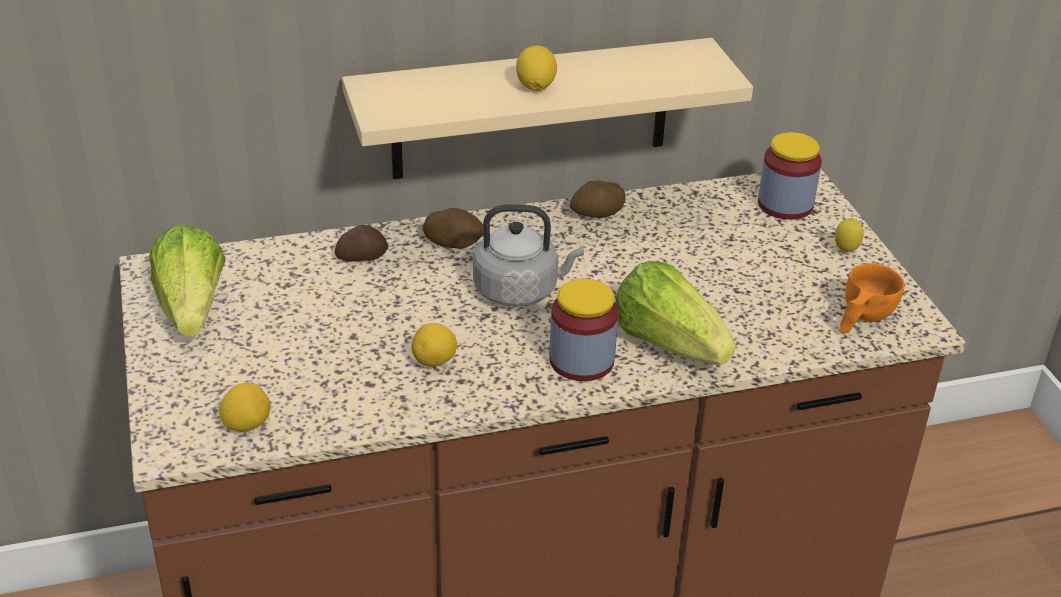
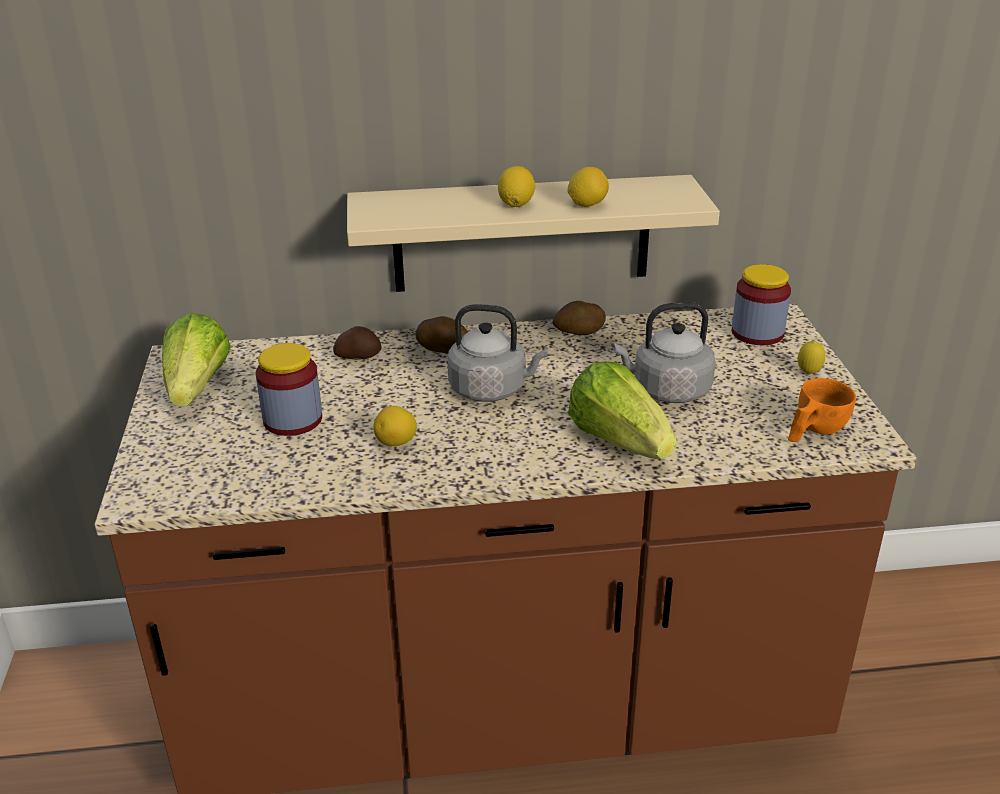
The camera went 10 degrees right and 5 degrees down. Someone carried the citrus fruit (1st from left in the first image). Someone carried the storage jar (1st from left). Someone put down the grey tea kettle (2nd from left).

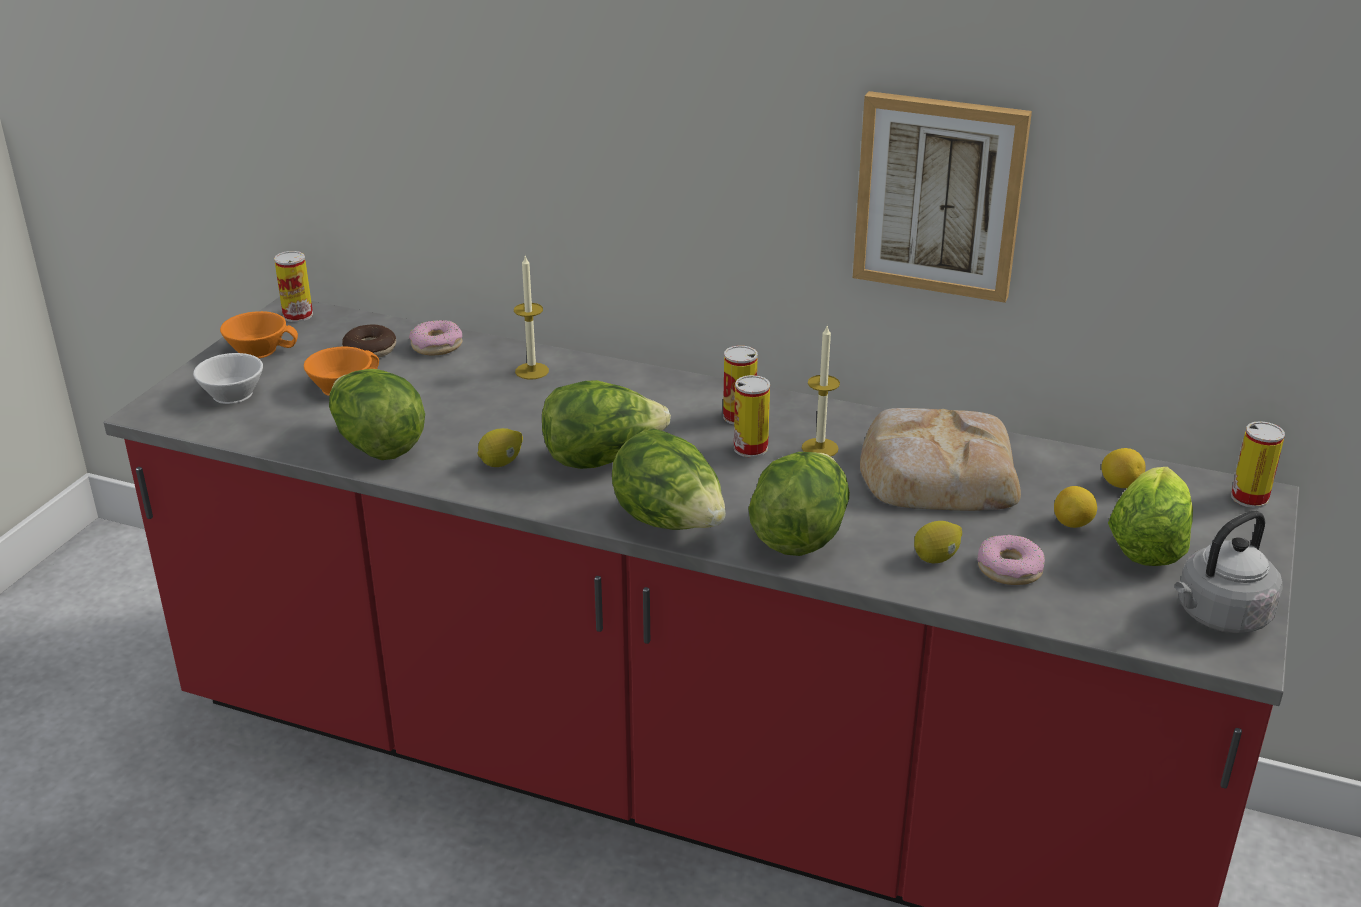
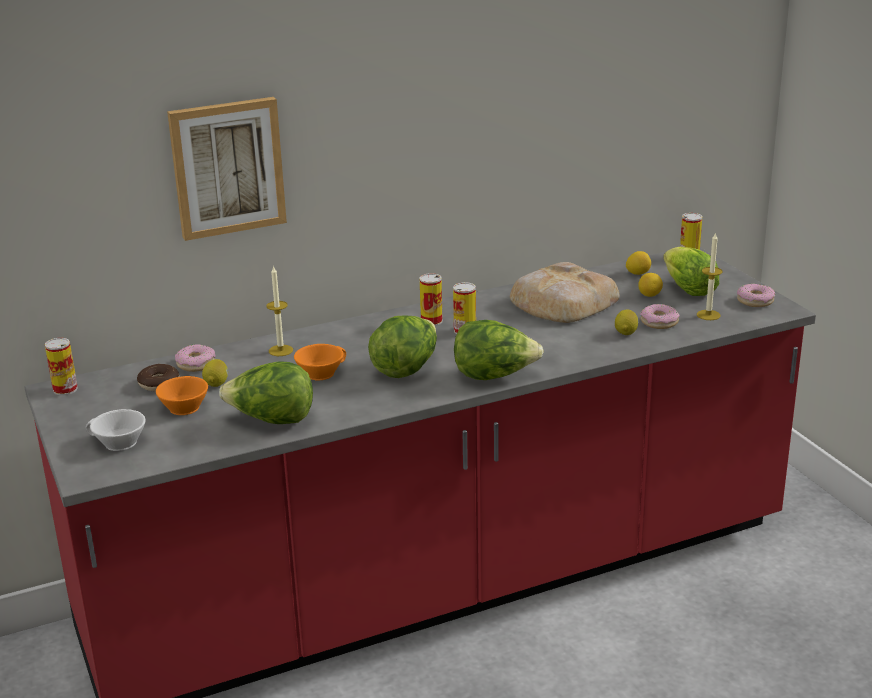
The camera went 45 degrees left and 5 degrees down. Someone carried the orange drinking cup (1st from left in the first image). Someone carried the citrus fruit (1st from left). Someone took away the lettuce head (4th from left). Someone carried the candle (2nd from left). Someone carried the wall picture. Someone swapped the grey tea kettle for the ring doughnut (4th from left).

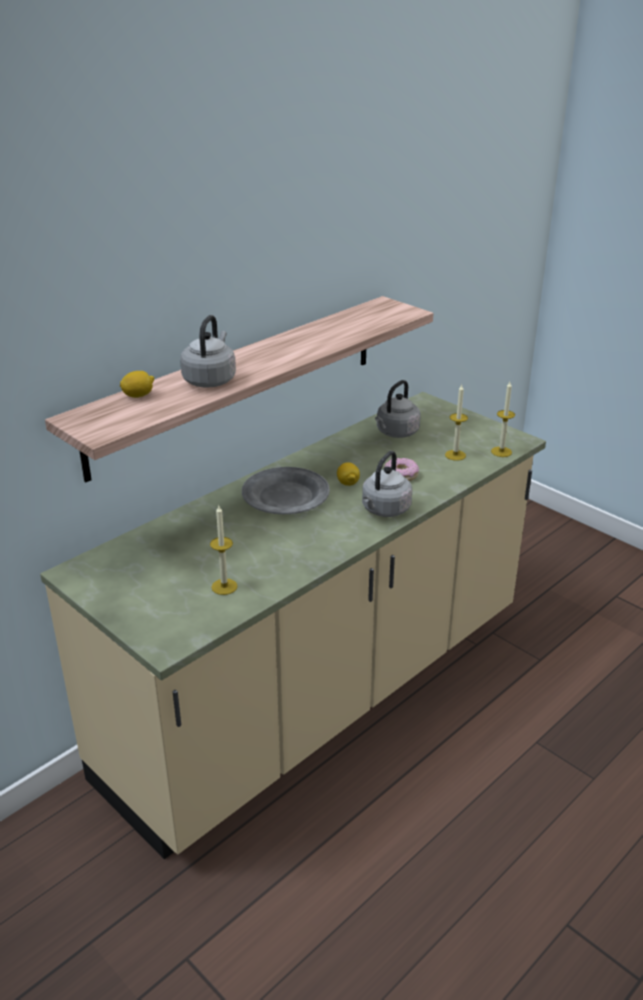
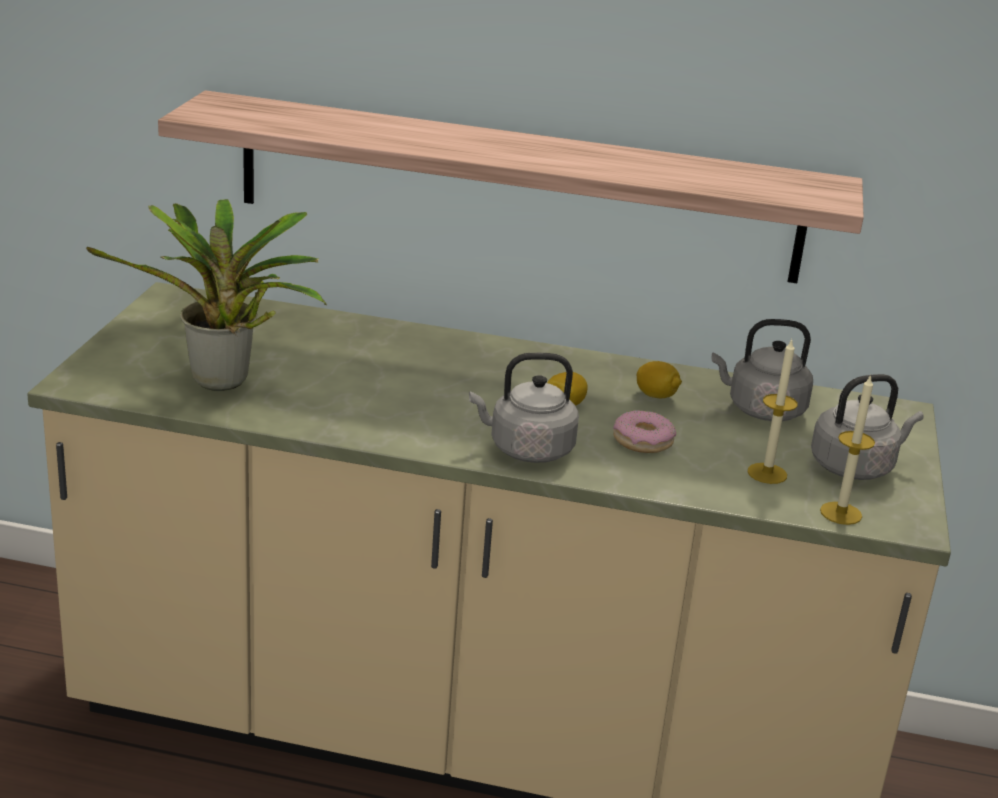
The camera went 55 degrees right and 5 degrees down. Someone carried the citrus fruit (1st from left in the first image). Someone carried the grey tea kettle (1st from left in the first image). Someone swapped the candle (1st from left) for the potted plant. Someone took away the grey plate.

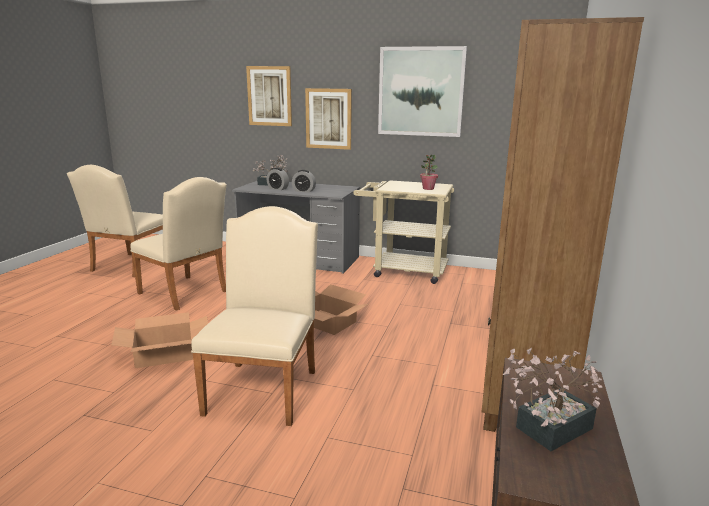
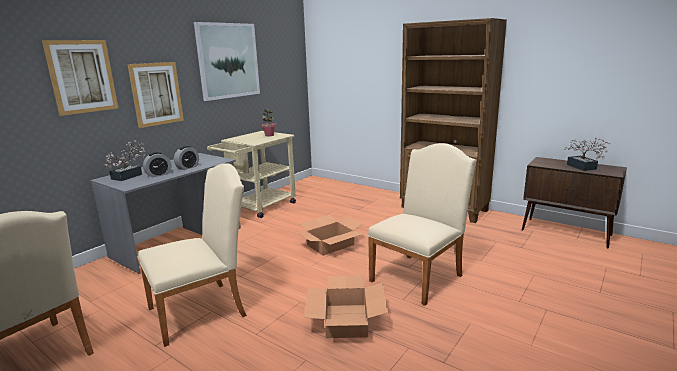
The camera went 70 degrees left and 0 degrees up. Someone rotated the beige-coloured plain chair (3rd from left) by 105 degrees clockwise.

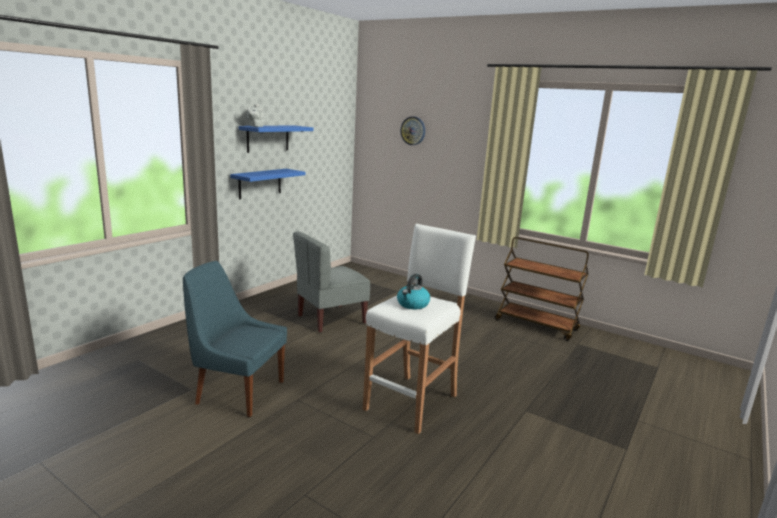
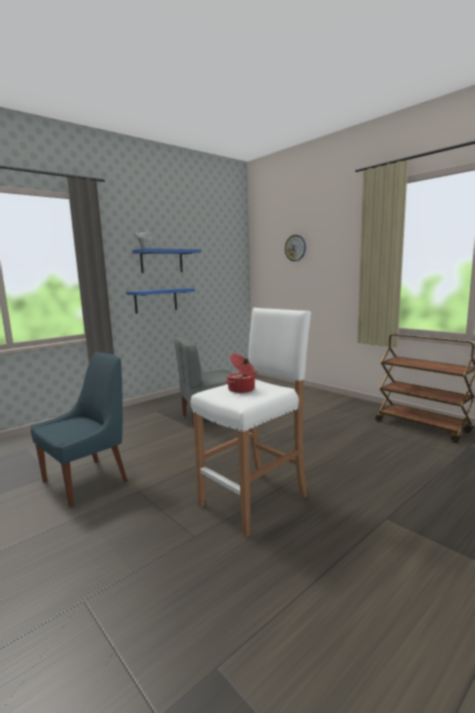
The camera went 15 degrees right and 5 degrees down. Someone rotated the blue-coloured plain chair by 105 degrees clockwise. Someone swapped the tea kettle for the cooking pot.

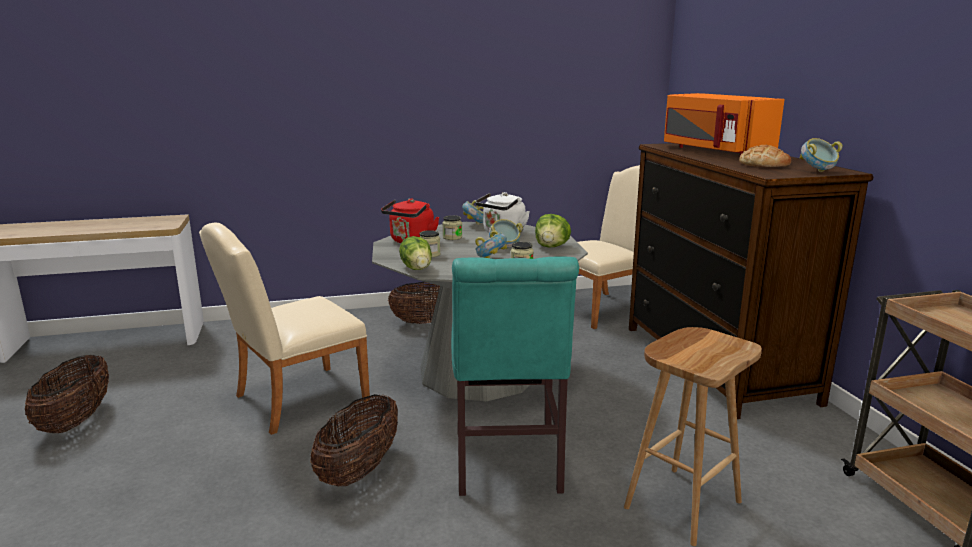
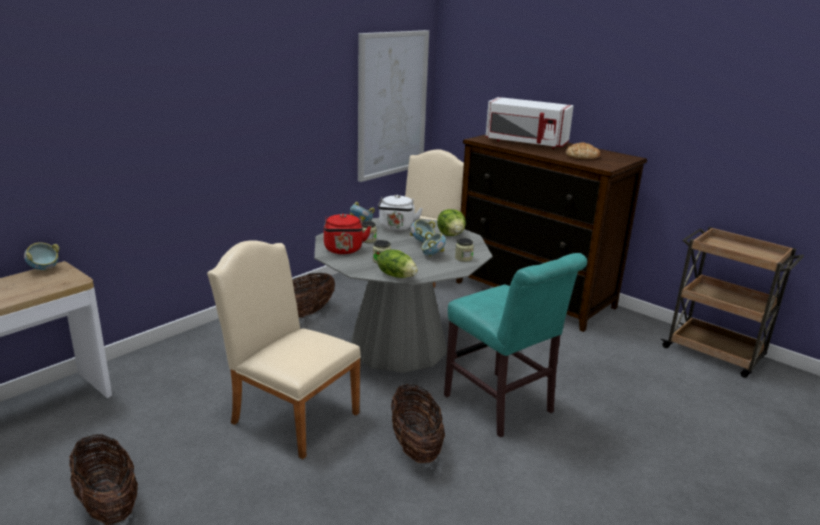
The camera went 35 degrees left and 5 degrees up. Someone rotated the beige-coloured plain chair (1st from left) by 105 degrees clockwise. Someone took away the brown-coloured sitting stool. Someone repainted the orange microwave, which became the whitish microwave. Someone carried the serving bowl (4th from left in the first image). Someone put up the wall picture.

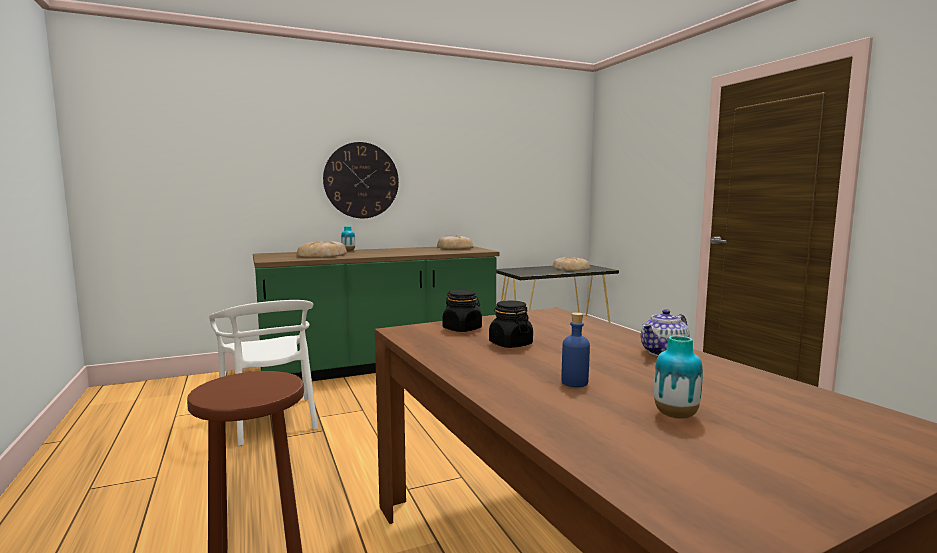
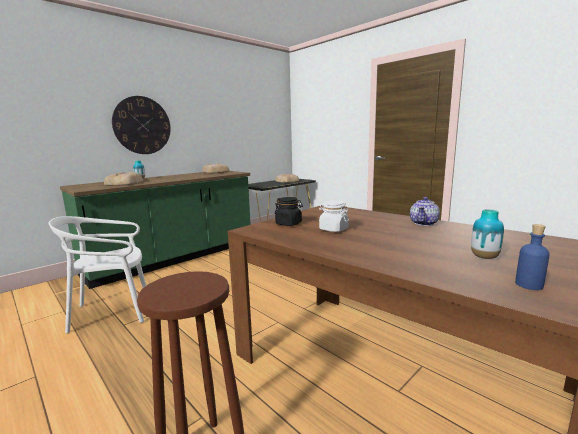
The camera went 20 degrees left and 5 degrees up. Someone rotated the whitish plain chair by 120 degrees clockwise. Someone repainted the blackish storage jar (2nd from left), which became the whitish storage jar. Someone carried the blue-coloured bottle.

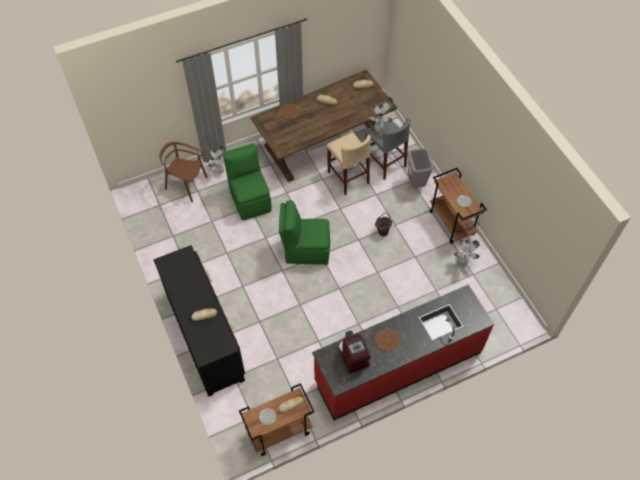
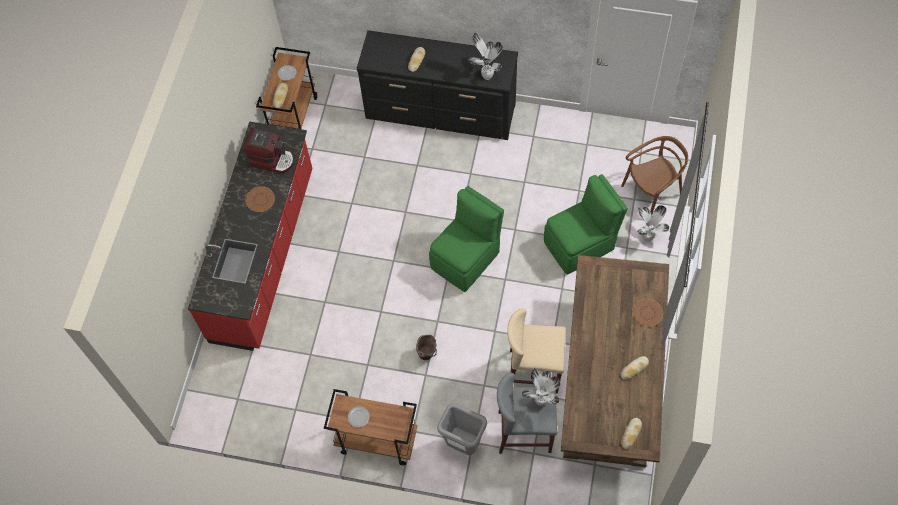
The camera went 130 degrees right and 5 degrees up. Someone rotated the green-coloured plain chair (1st from left in the first image) by 45 degrees counterclockwise. Someone carried the potted plant (3rd from left in the first image).

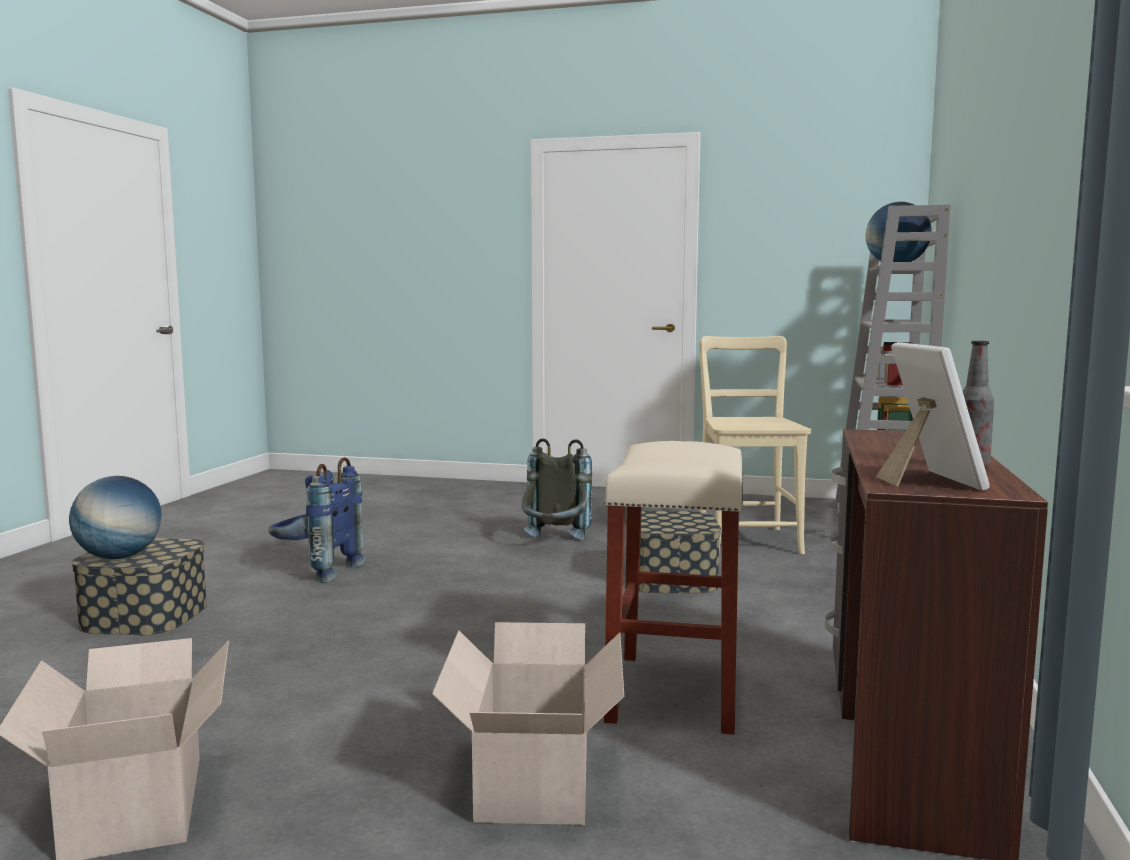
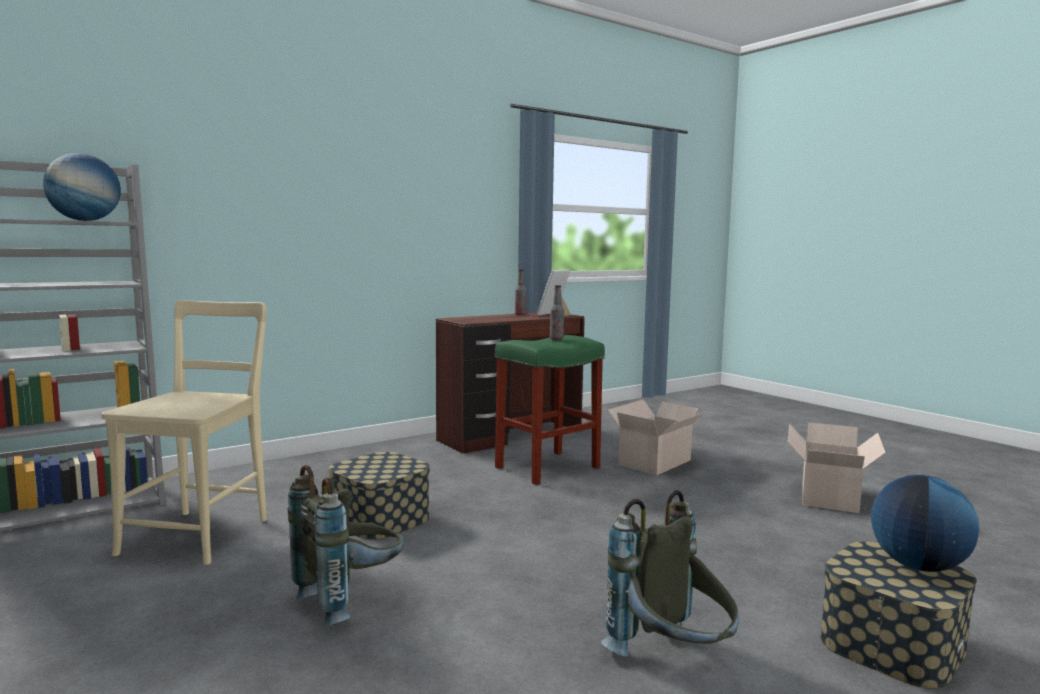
The camera went 140 degrees left and 0 degrees up. Someone repainted the blue-coloured knapsack, which became the grey knapsack (2nd from left). Someone repainted the beige-coloured sitting stool, which became the green-coloured sitting stool. Someone rotated the beige-coloured plain chair by 150 degrees clockwise. Someone put down the bottle (2nd from left).

